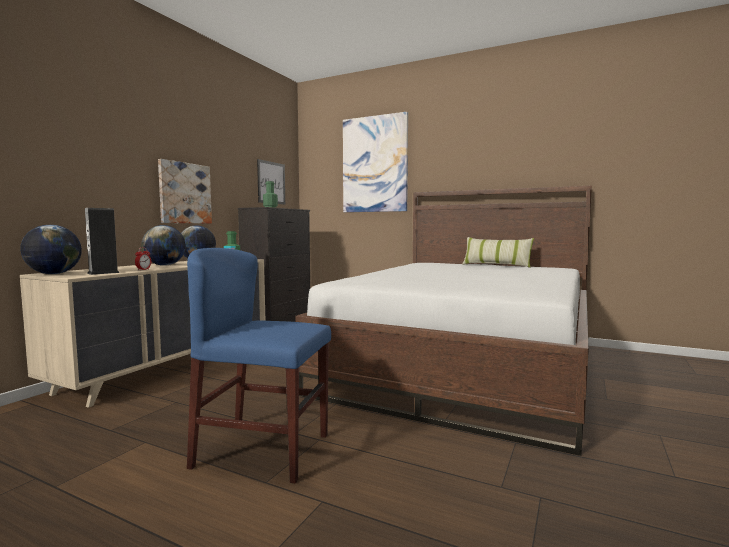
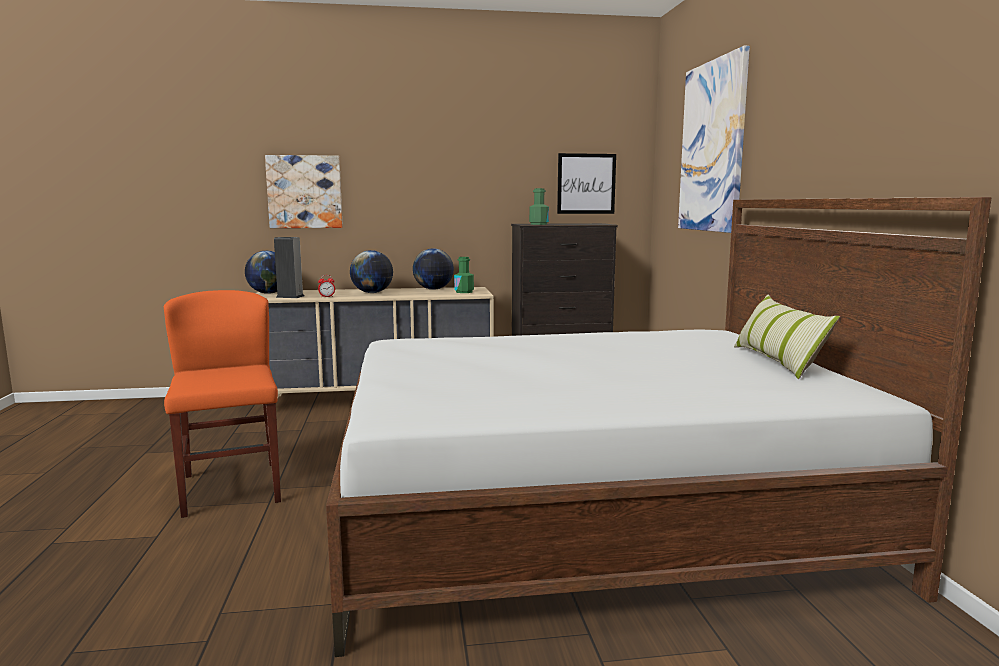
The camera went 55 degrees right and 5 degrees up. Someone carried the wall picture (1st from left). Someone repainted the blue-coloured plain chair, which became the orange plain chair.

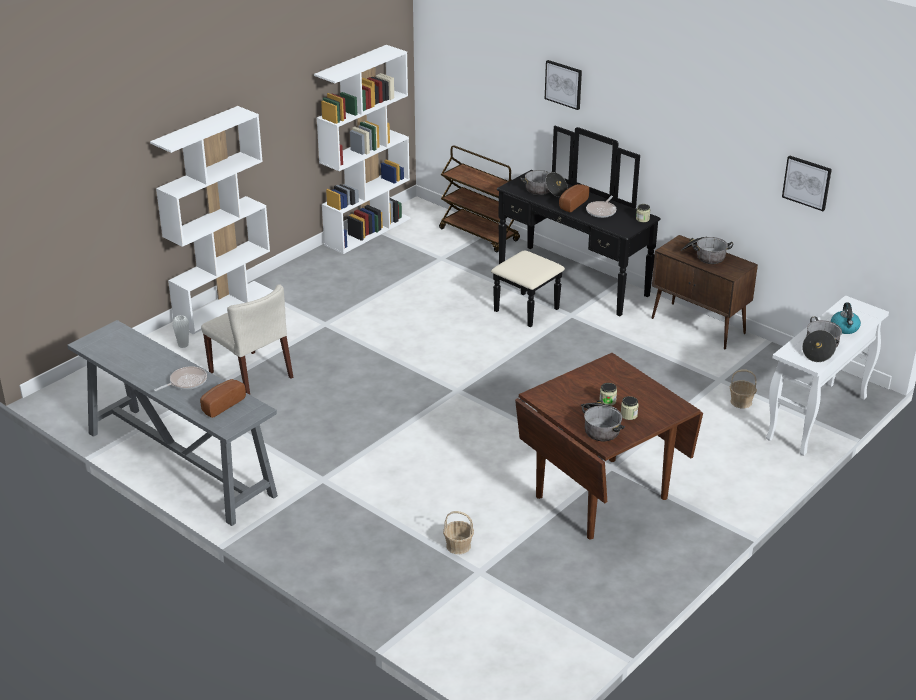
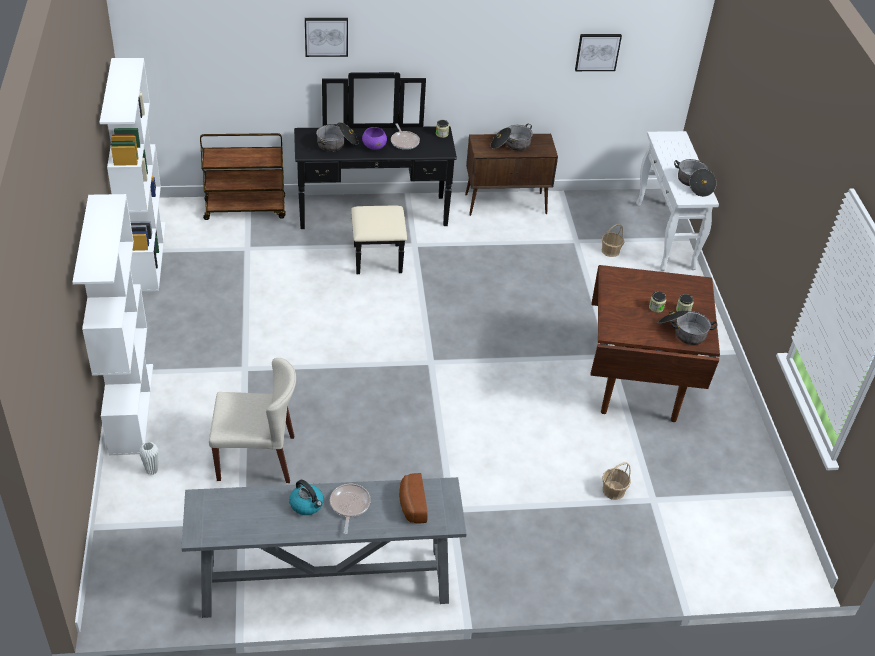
The camera went 50 degrees left and 10 degrees up. Someone swapped the bakery bread (2nd from left) for the purplish serving bowl. Someone carried the tea kettle.

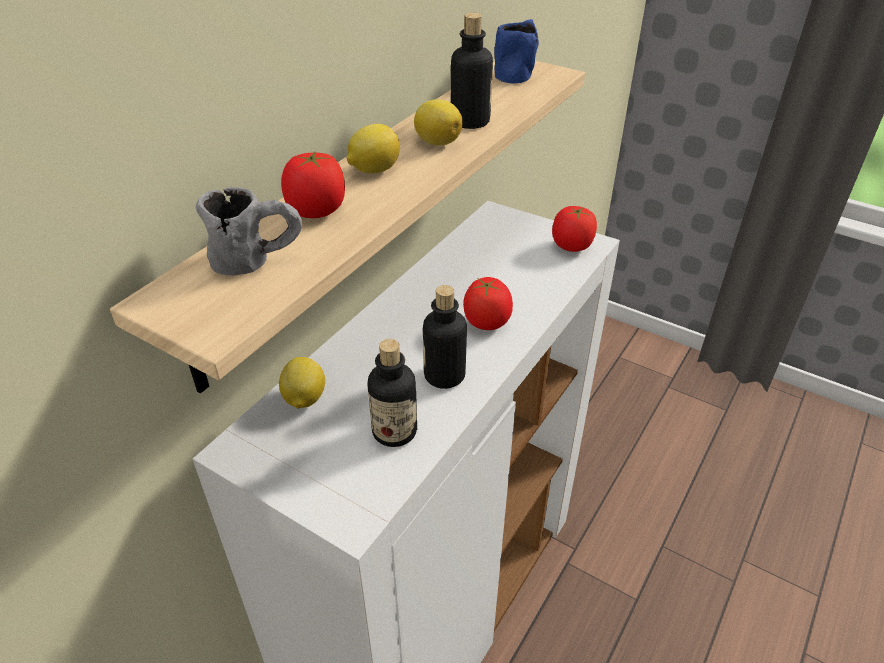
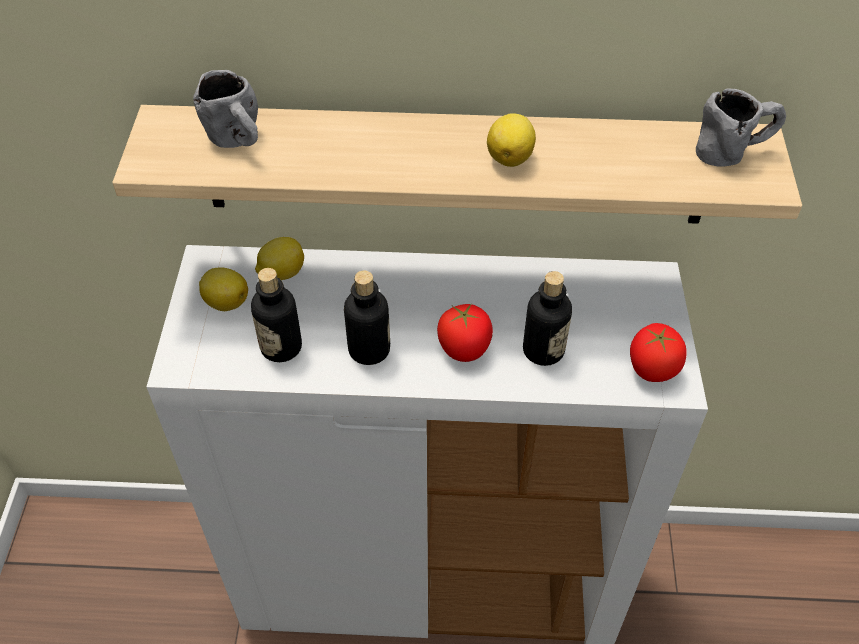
The camera went 60 degrees right and 10 degrees up. Someone took away the tomato (1st from left). Someone carried the citrus fruit (2nd from left in the first image). Someone carried the bottle (3rd from left). Someone repainted the blue-coloured mug, which became the grey mug (2nd from left).

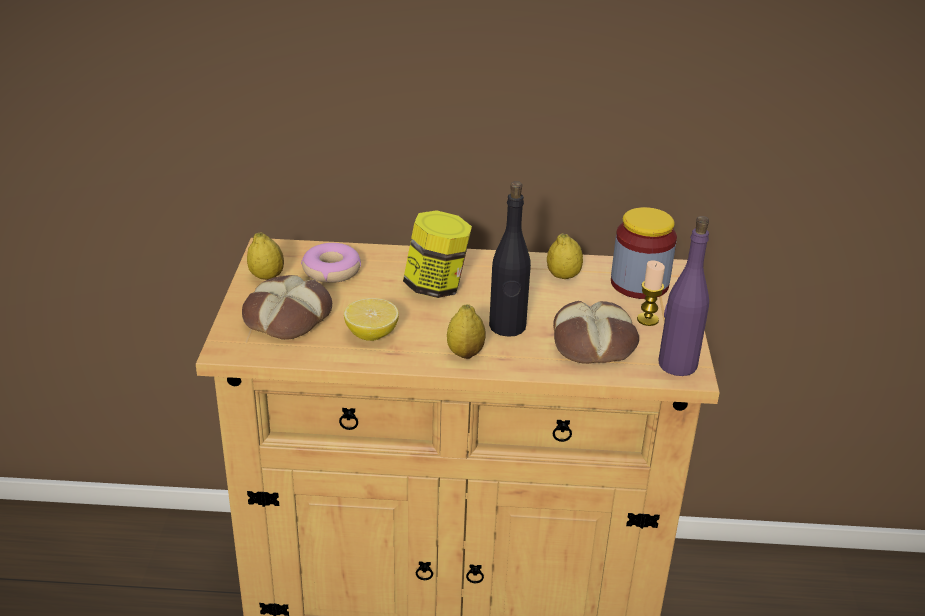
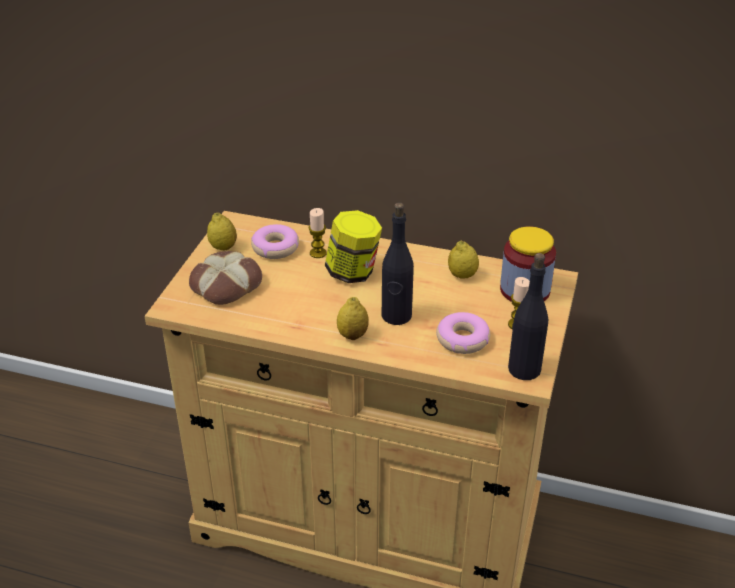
The camera went 15 degrees right and 5 degrees up. Someone took away the citrus fruit (2nd from left). Someone swapped the bakery bread (2nd from left) for the ring doughnut (2nd from left). Someone repainted the purplish bottle, which became the blackish bottle (2nd from left). Someone put down the candle (1st from left).

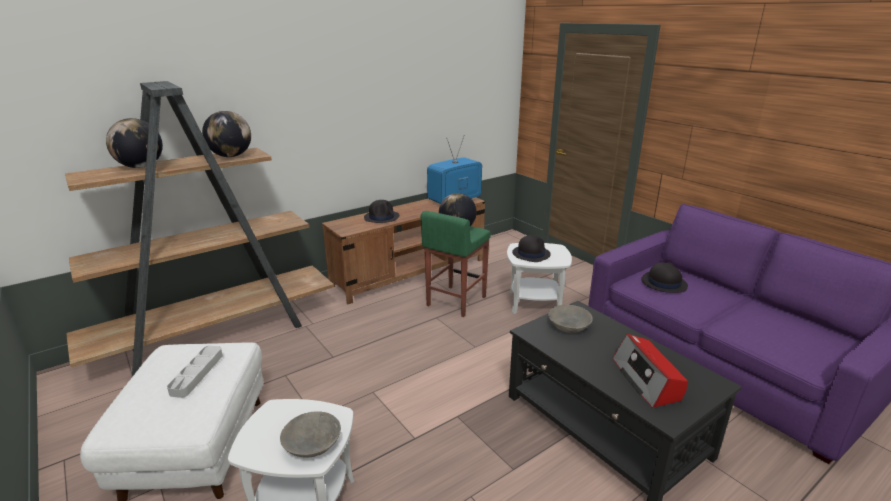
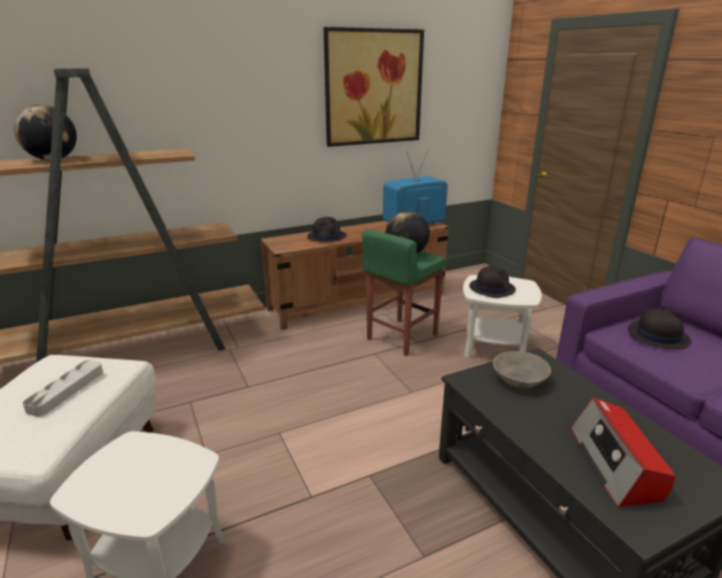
The camera went 10 degrees right and 0 degrees up. Someone took away the desk globe (2nd from left). Someone took away the grey serving bowl (1st from left). Someone put up the wall picture.

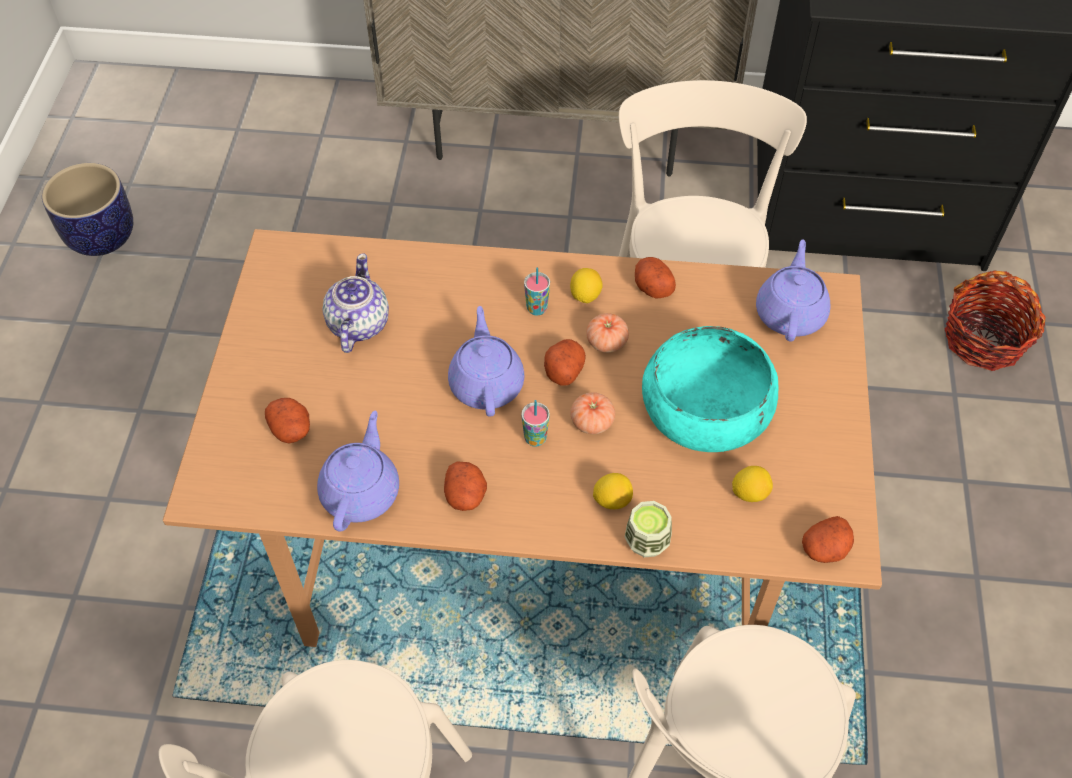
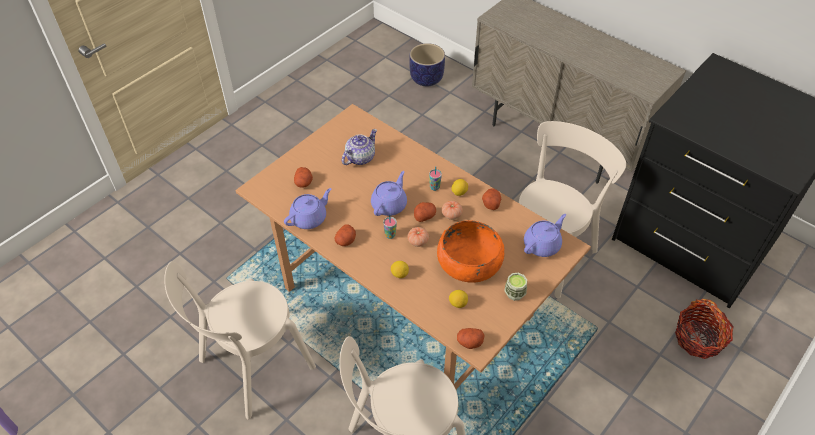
The camera went 35 degrees right and 5 degrees down. Someone carried the flower pot. Someone carried the drinking cup (3rd from left). Someone repainted the turquoise serving bowl, which became the orange serving bowl.

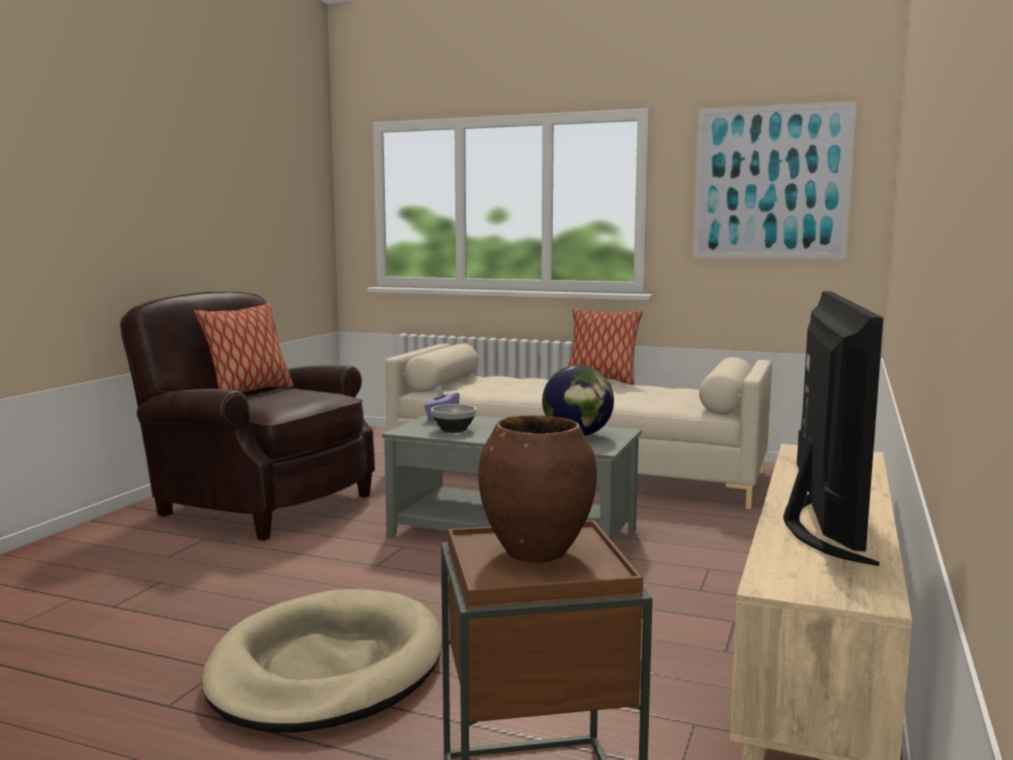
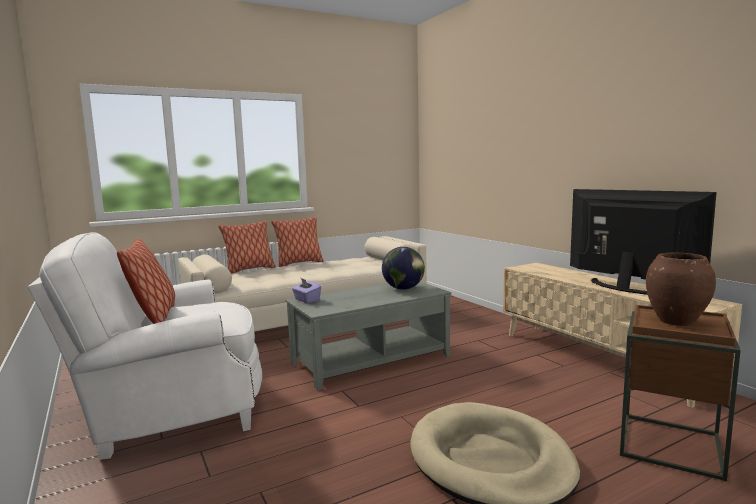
The camera went 50 degrees left and 0 degrees up. Someone repainted the brown-coloured lounge chair, which became the whitish lounge chair. Someone took away the serving bowl. Someone took away the wall picture. Someone put down the cushion (2nd from left).

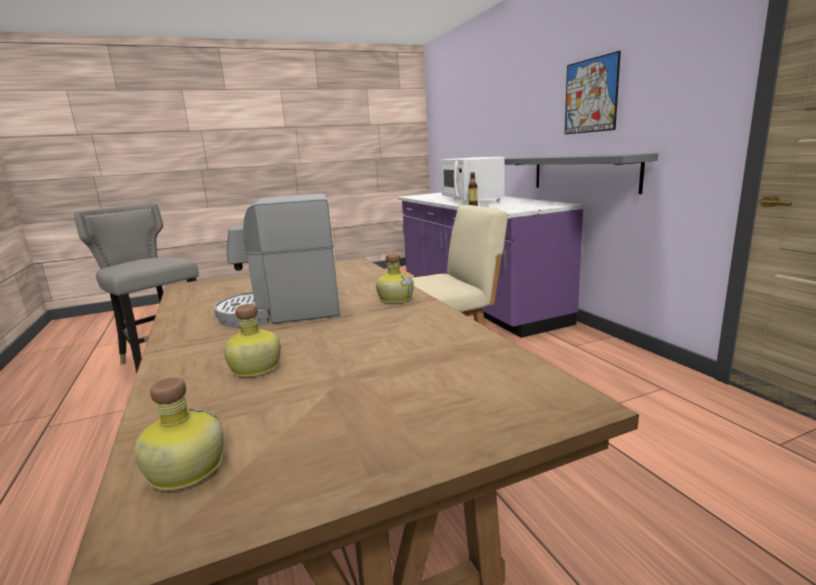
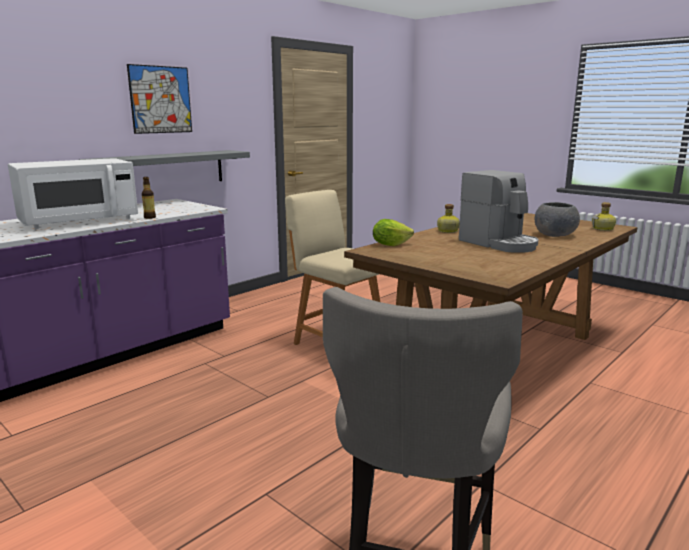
The camera went 115 degrees left and 0 degrees up. Someone swapped the bottle (2nd from left) for the grey serving bowl. Someone put down the lettuce head.

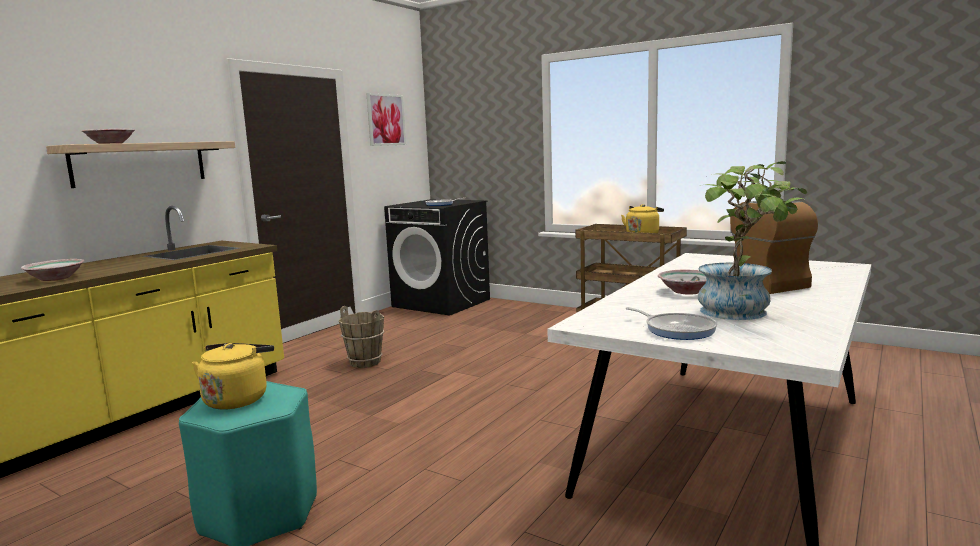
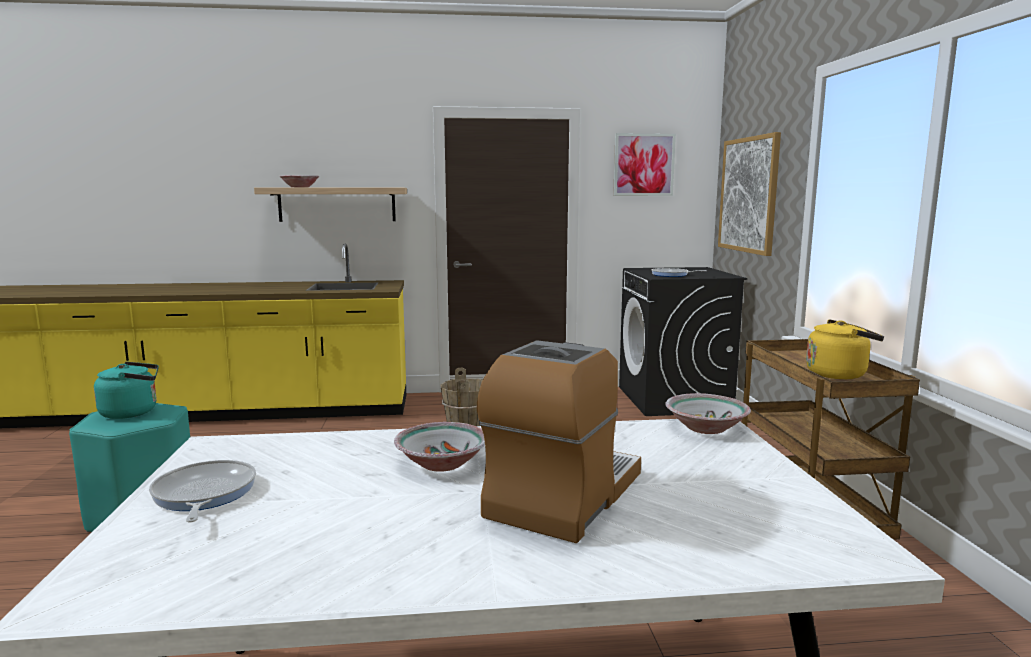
The camera went 50 degrees right and 0 degrees up. Someone carried the serving bowl (1st from left in the first image). Someone repainted the yellow-coloured tea kettle (1st from left), which became the turquoise tea kettle. Someone rotated the skillet (2nd from left in the first image) by 150 degrees clockwise. Someone took away the potted plant. Someone put up the wall picture (2nd from left).

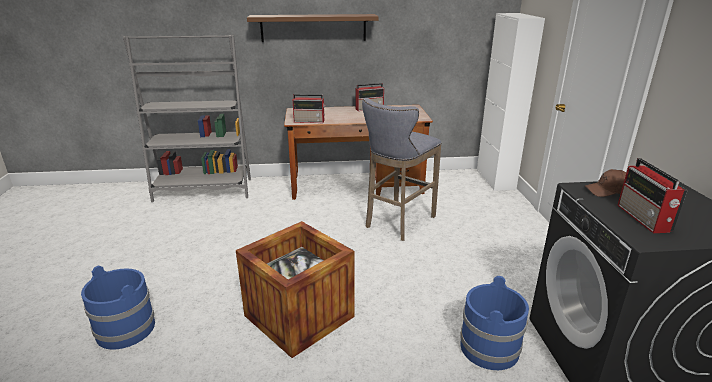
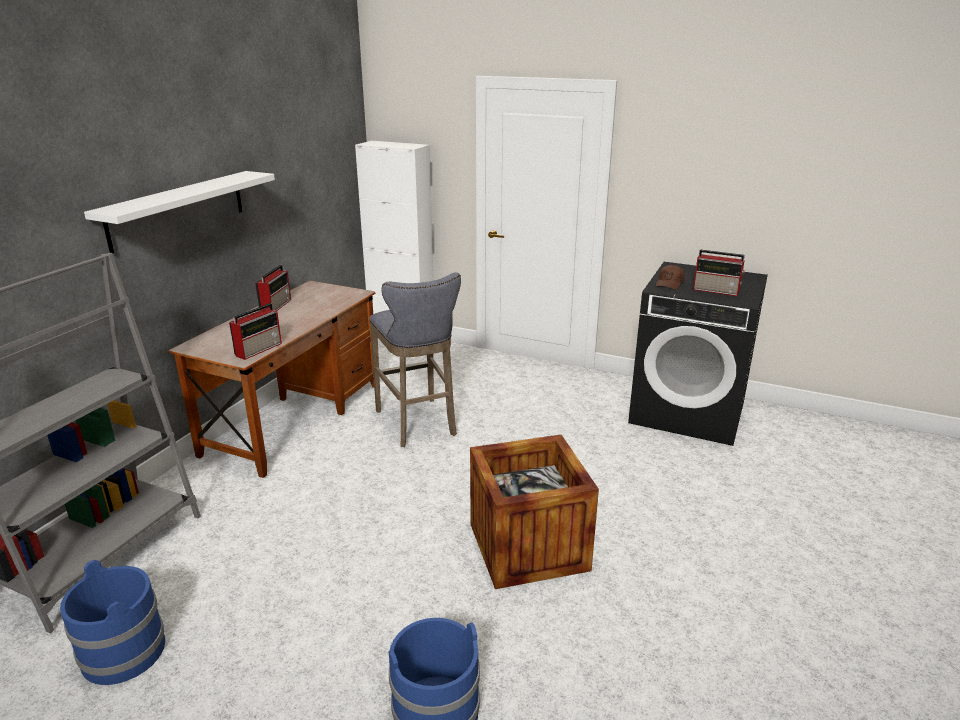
The camera went 60 degrees left and 0 degrees up. Someone repainted the brown-coloured bracket shelf, which became the whitish bracket shelf. Someone carried the blue-coloured pail (2nd from left in the first image).

